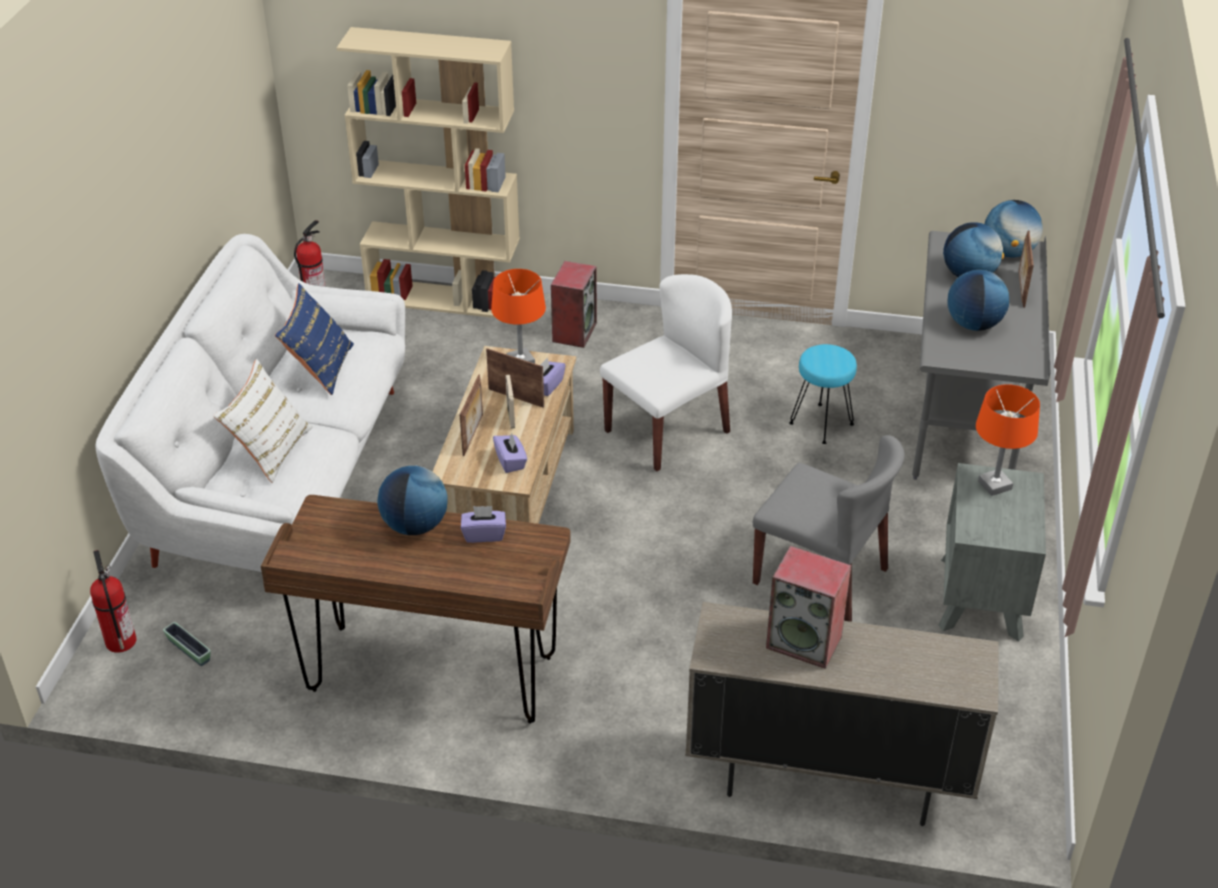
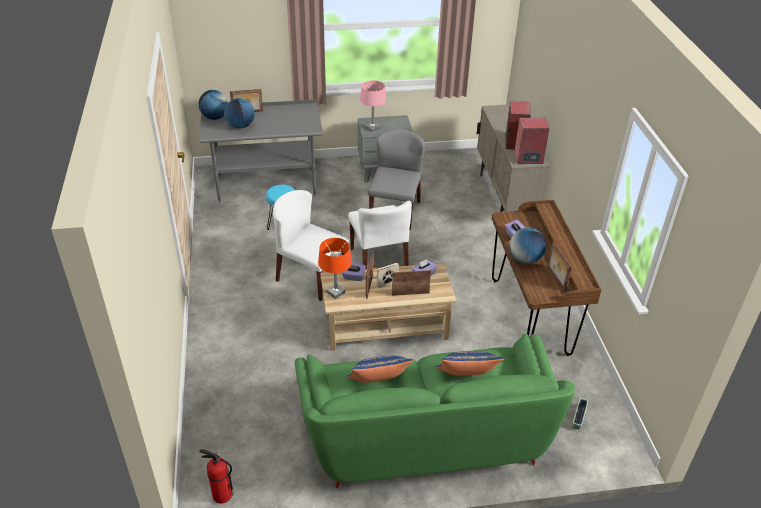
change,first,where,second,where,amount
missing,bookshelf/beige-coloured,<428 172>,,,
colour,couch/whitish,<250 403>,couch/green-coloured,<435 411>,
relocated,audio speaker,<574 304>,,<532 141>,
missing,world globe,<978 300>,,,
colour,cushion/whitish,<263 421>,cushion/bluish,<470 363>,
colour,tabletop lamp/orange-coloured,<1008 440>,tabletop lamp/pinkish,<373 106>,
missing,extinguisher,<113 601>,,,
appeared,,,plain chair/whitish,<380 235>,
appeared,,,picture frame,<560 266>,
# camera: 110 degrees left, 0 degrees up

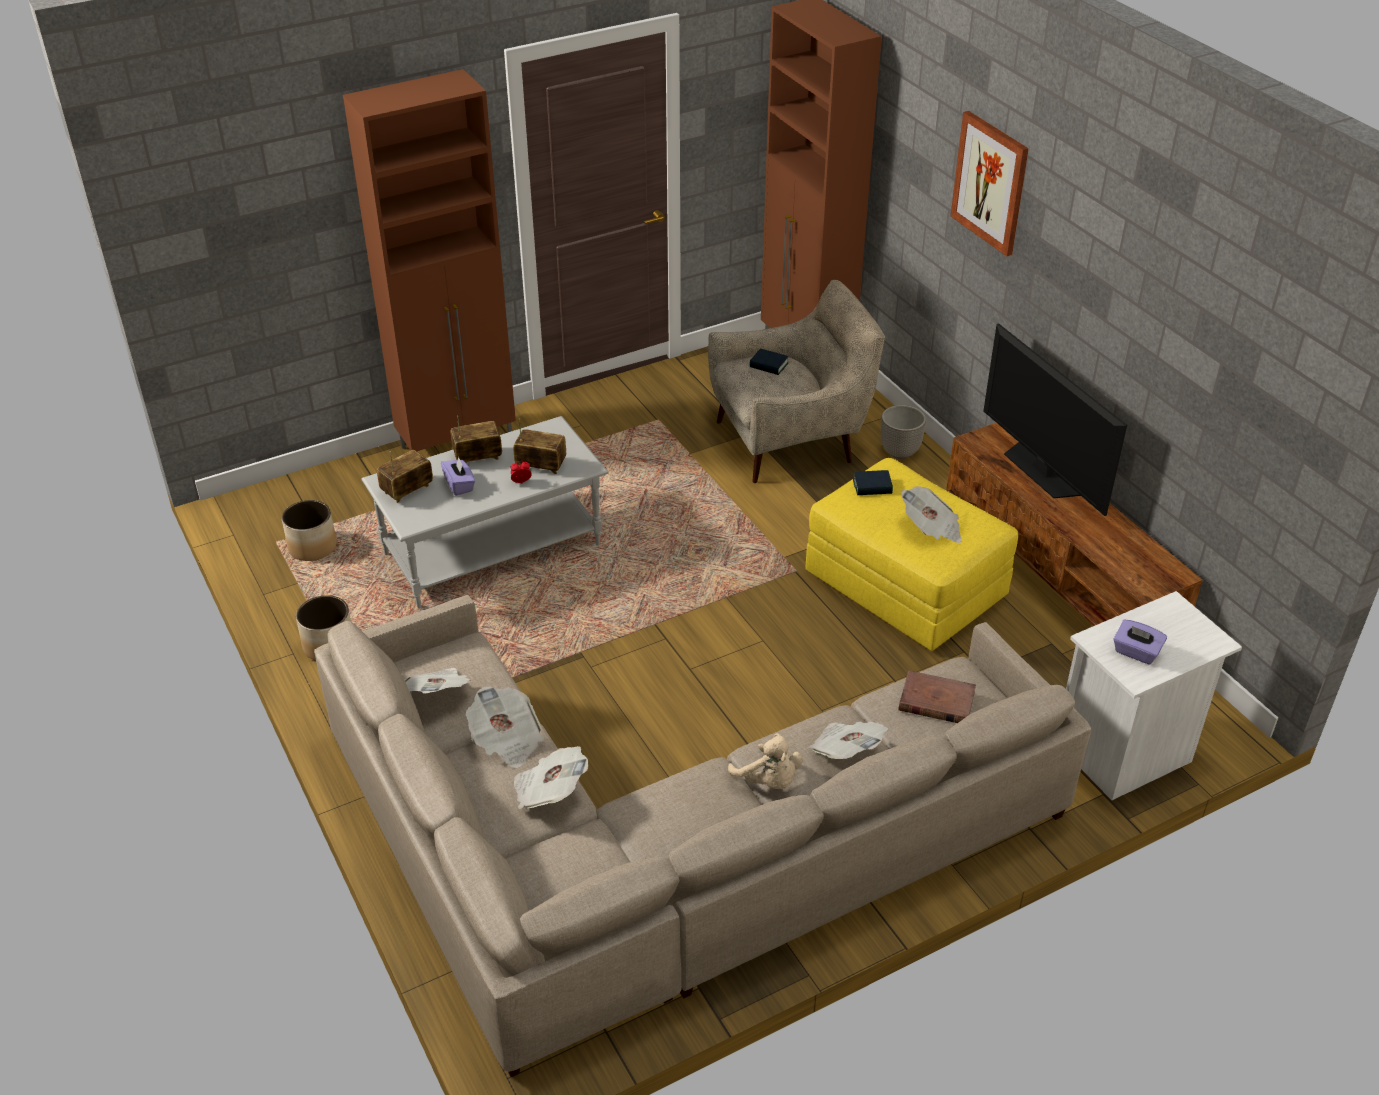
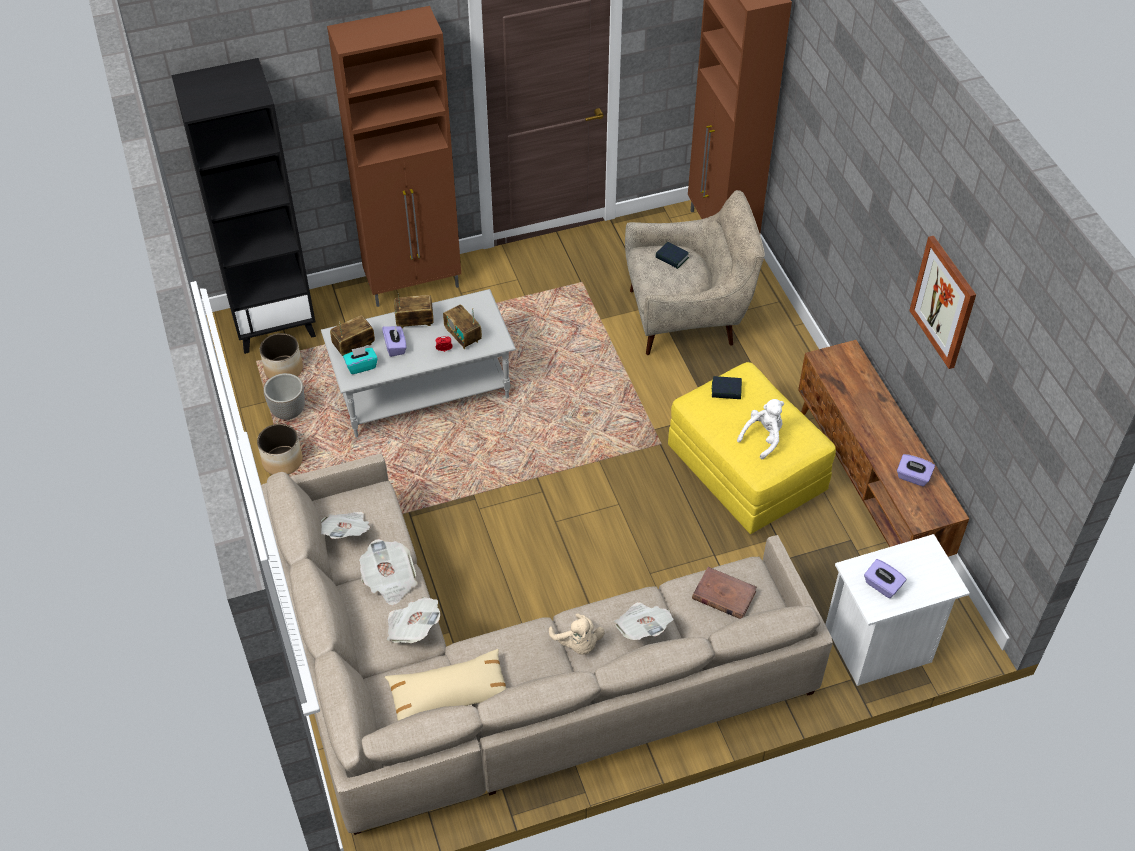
change,first,where,second,where,amount
relocated,wall picture,<990 183>,,<942 302>,
missing,TV set,<1055 419>,,,
relocated,flower pot,<903 432>,,<284 396>,
spun,radio receiver,<539 446>,,<462 326>,150 degrees counterclockwise
exchanged,printed paper,<931 514>,plush toy/whitish,<760 429>,
appeared,,,bookshelf/blackish,<243 206>,
appeared,,,box of tissues/turquoise-coloured,<360 360>,
appeared,,,box of tissues/purple-coloured,<916 470>,
appeared,,,cushion/beige-coloured,<446 684>,
# camera: 10 degrees right, 10 degrees up

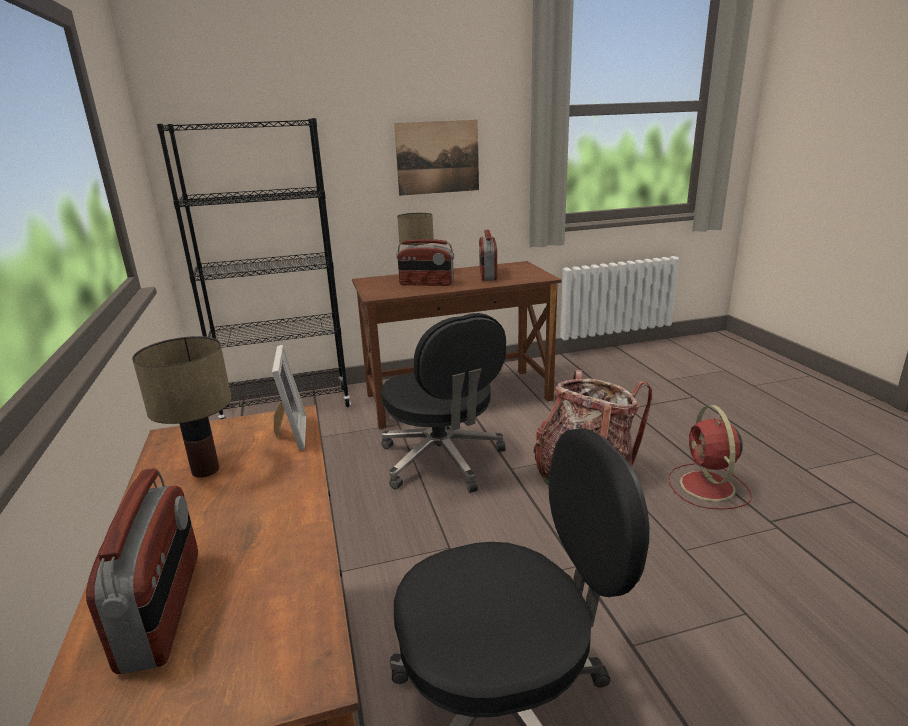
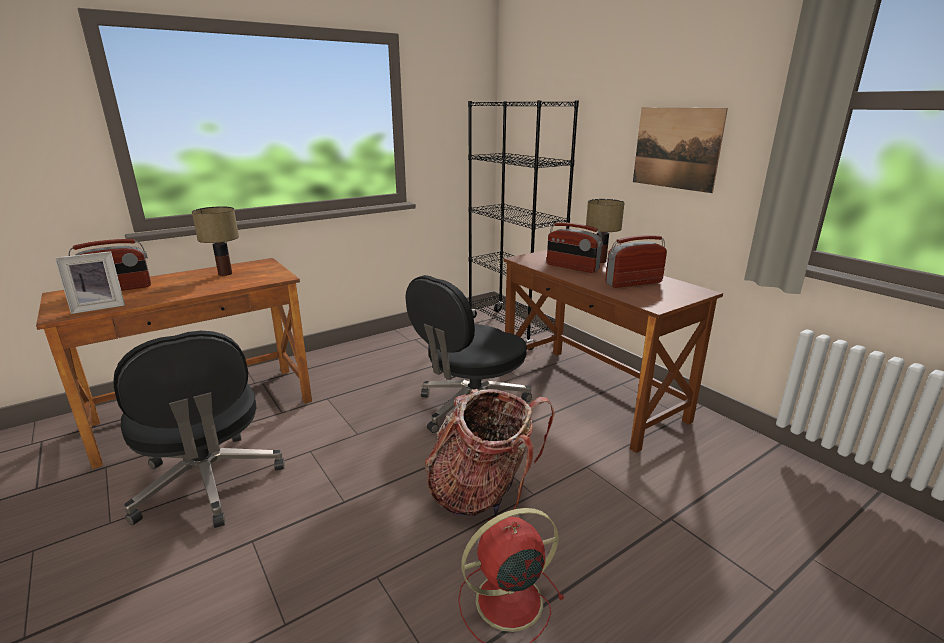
change,first,where,second,where,amount
spun,radio receiver,<425 262>,,<575 247>,45 degrees counterclockwise
relocated,picture frame,<289 397>,,<90 282>,
# camera: 70 degrees right, 0 degrees up

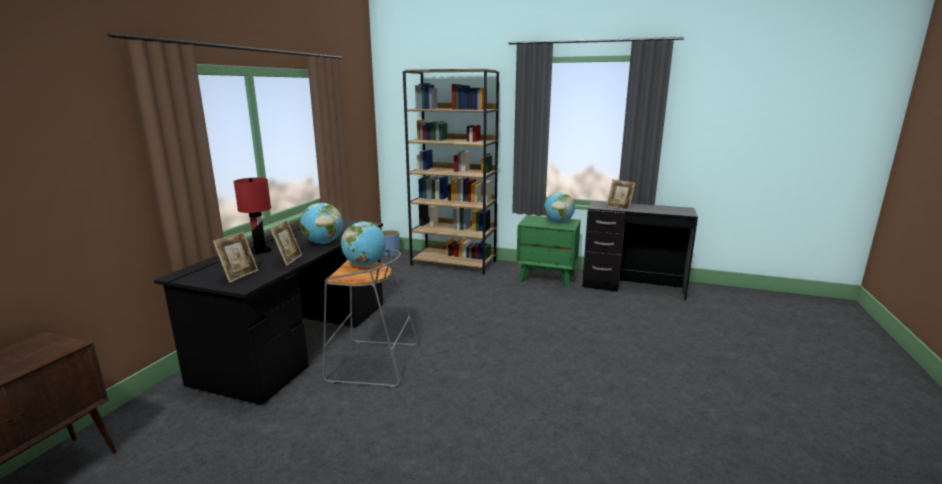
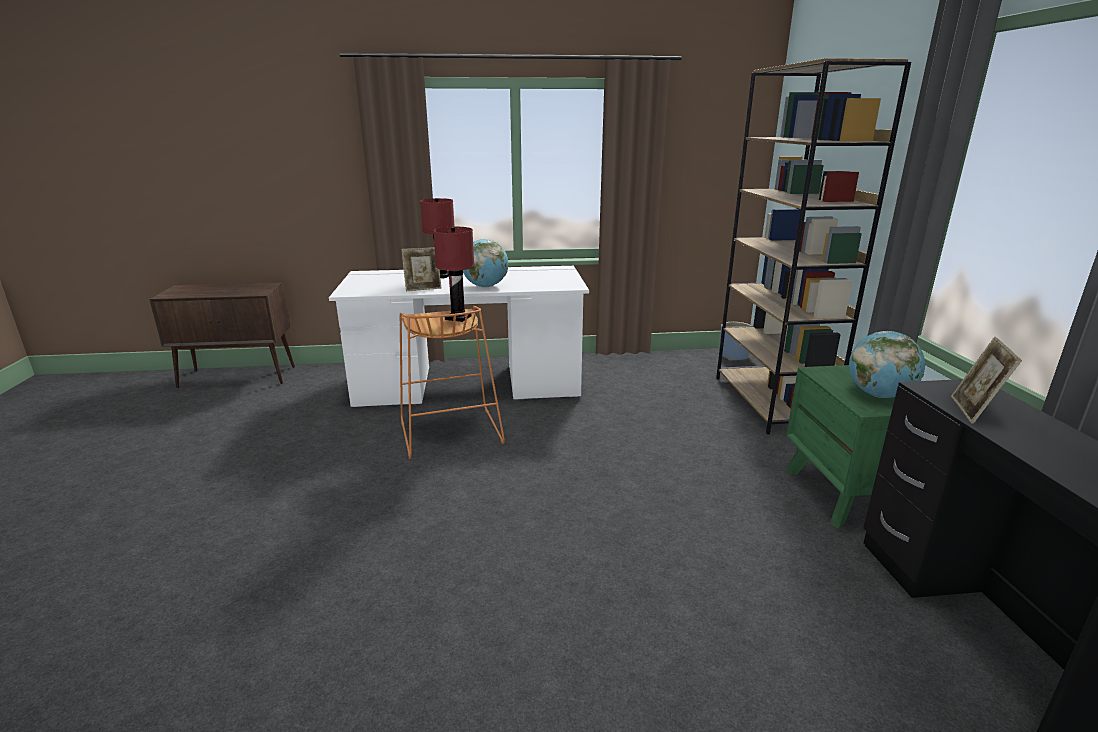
change,first,where,second,where,amount
colour,desk unit/blackish,<268 312>,desk unit/whitish,<459 336>,
exchanged,world globe,<363 243>,tabletop lamp/reddish,<454 274>,
missing,picture frame,<235 257>,,,
colour,stool/grey,<370 319>,stool/orange-coloured,<452 382>,
# camera: 65 degrees right, 5 degrees up

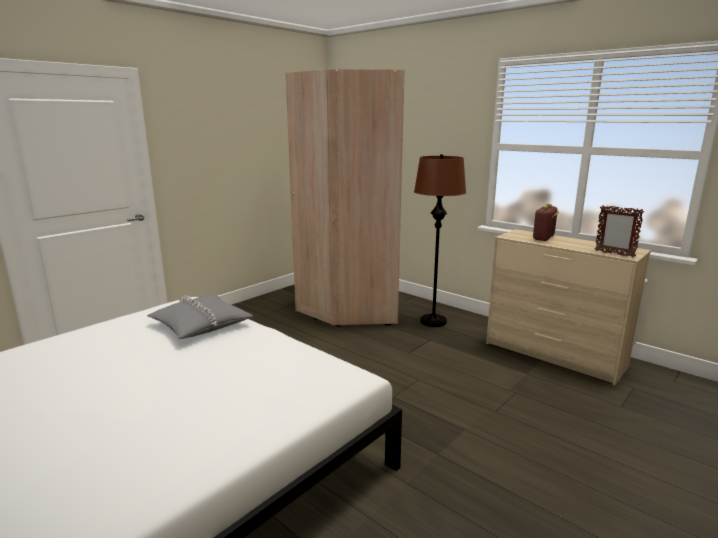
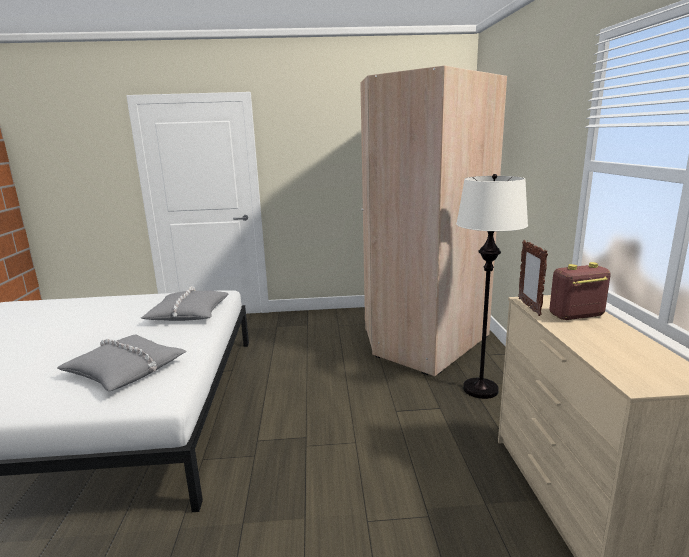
change,first,where,second,where,amount
colour,standard lamp/brownish,<440 240>,standard lamp/whitish,<492 286>,
relocated,picture frame,<619 231>,,<533 278>,
appeared,,,cushion/grey,<122 363>,
# camera: 45 degrees right, 0 degrees up

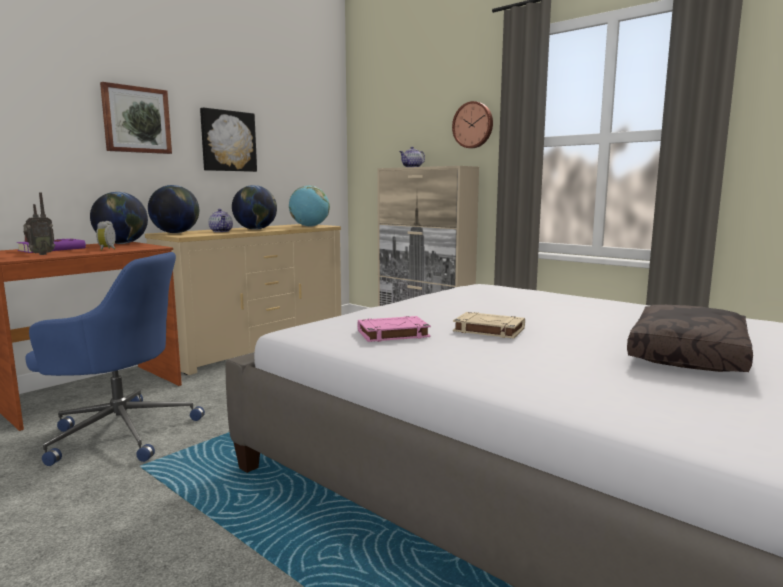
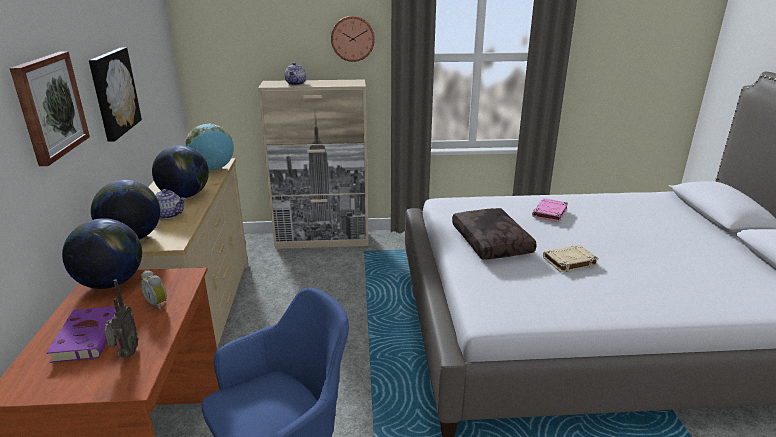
change,first,where,second,where,amount
relocated,cushion/brownish,<690 338>,,<494 234>,
relocated,book/pinkish,<394 329>,,<550 210>,
# camera: 45 degrees left, 15 degrees up

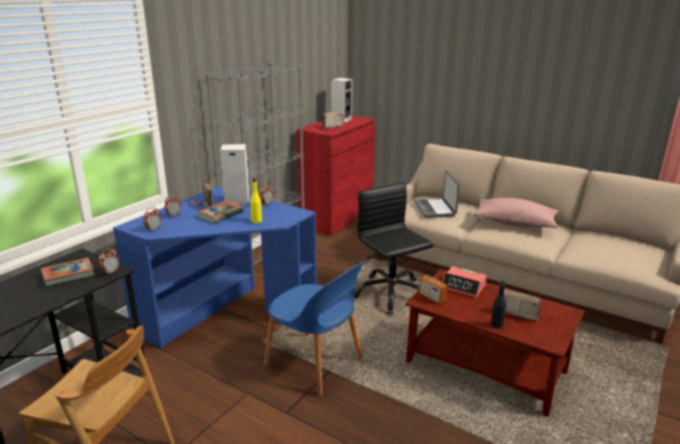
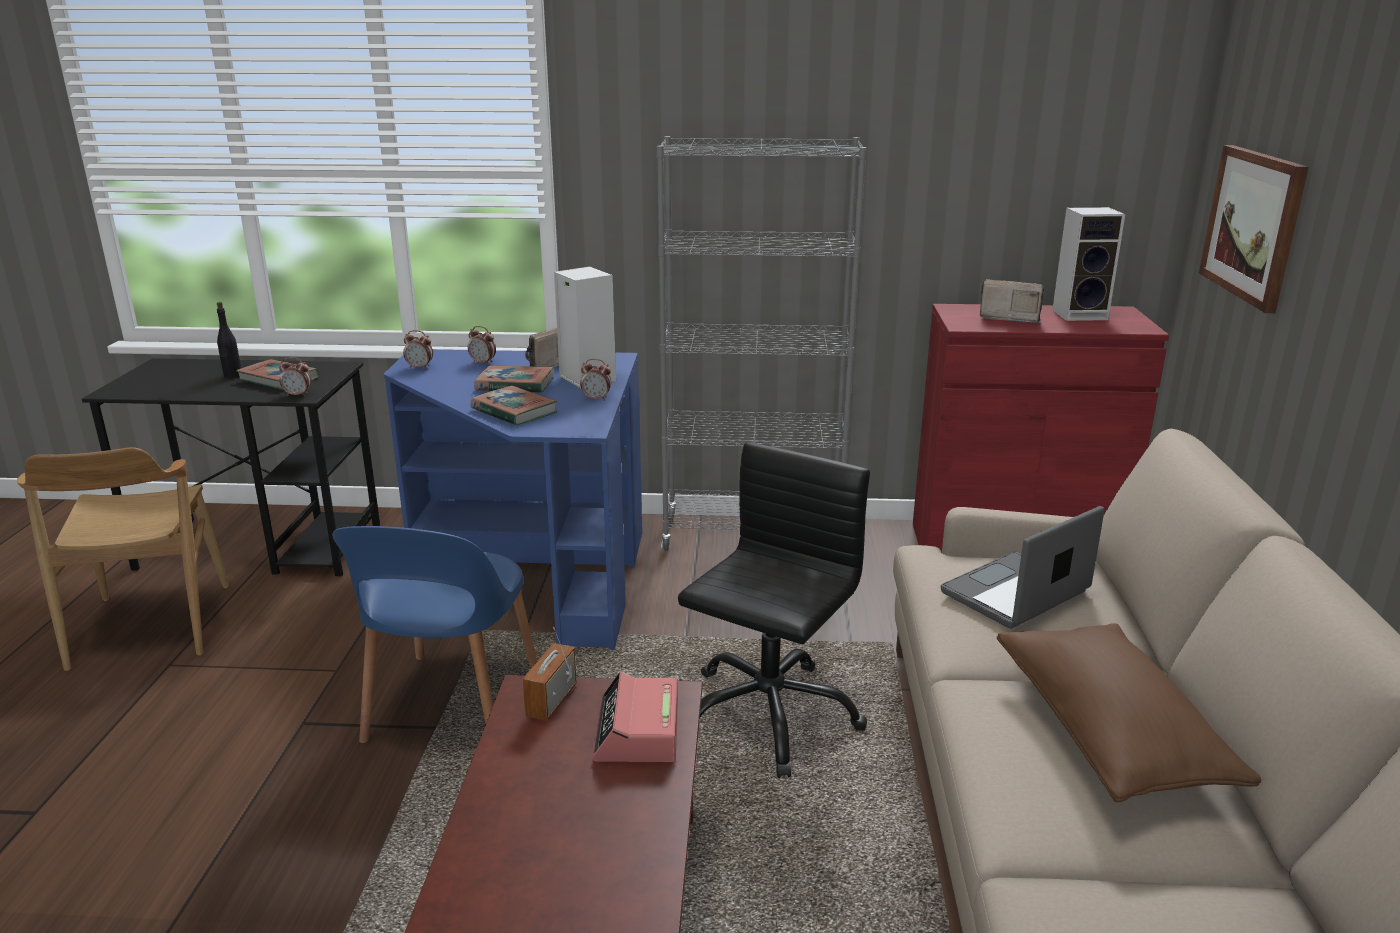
change,first,where,second,where,amount
exchanged,beverage bottle/yellow,<256 200>,book,<514 406>,
colour,cushion/pinkish,<515 213>,cushion/brownish,<1129 712>,
relocated,beverage bottle/blackish,<498 304>,,<229 340>,
missing,radio receiver,<522 305>,,,
appeared,,,wall picture,<1253 229>,
# camera: 60 degrees right, 0 degrees up

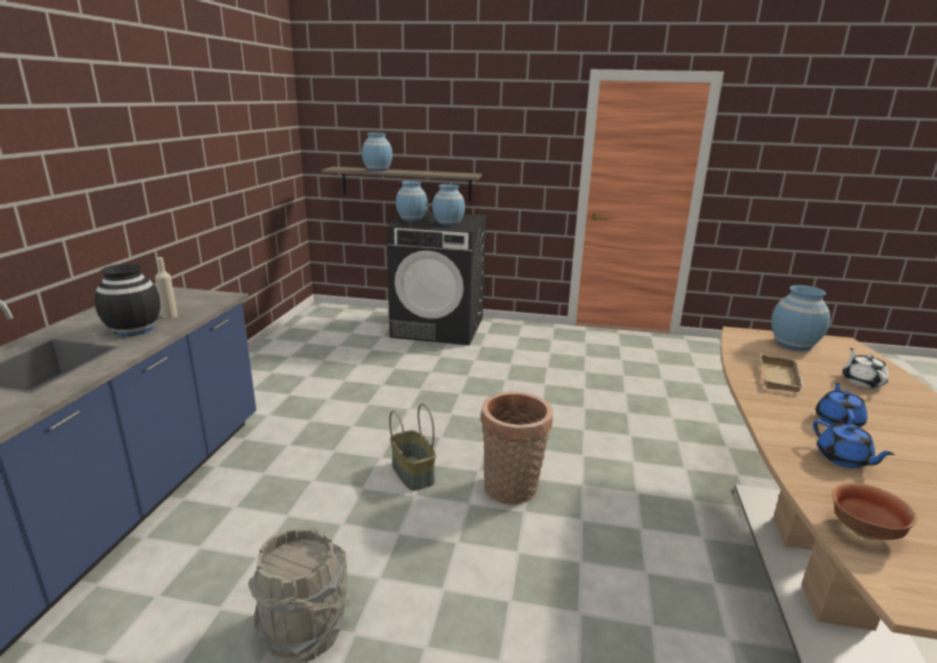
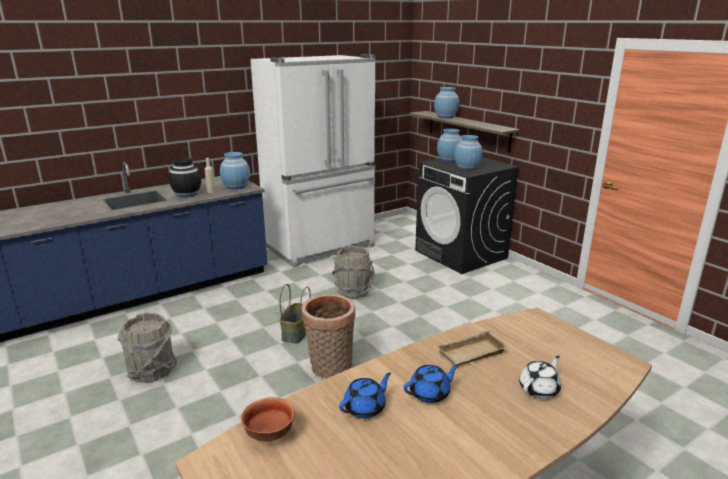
change,first,where,second,where,amount
relocated,vase/bluish,<800 318>,,<235 170>,
spun,pot for tea/bluish,<854 444>,,<365 395>,150 degrees counterclockwise
appeared,,,refrigerator/whitish,<313 161>,
appeared,,,bucket/grey,<353 272>,
# camera: 45 degrees right, 0 degrees up

